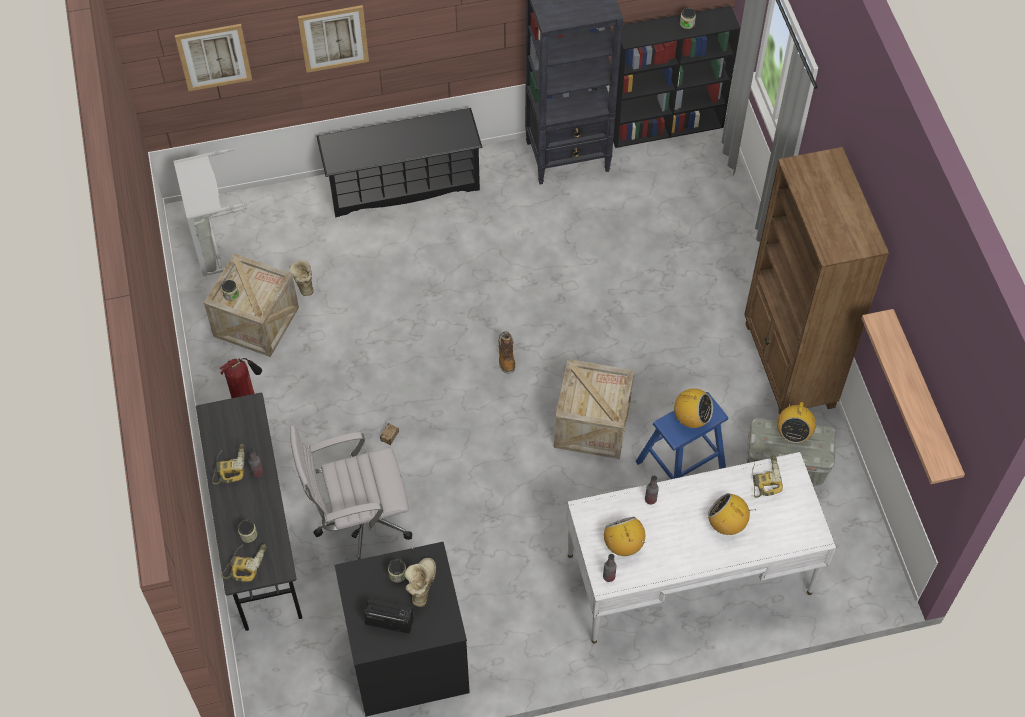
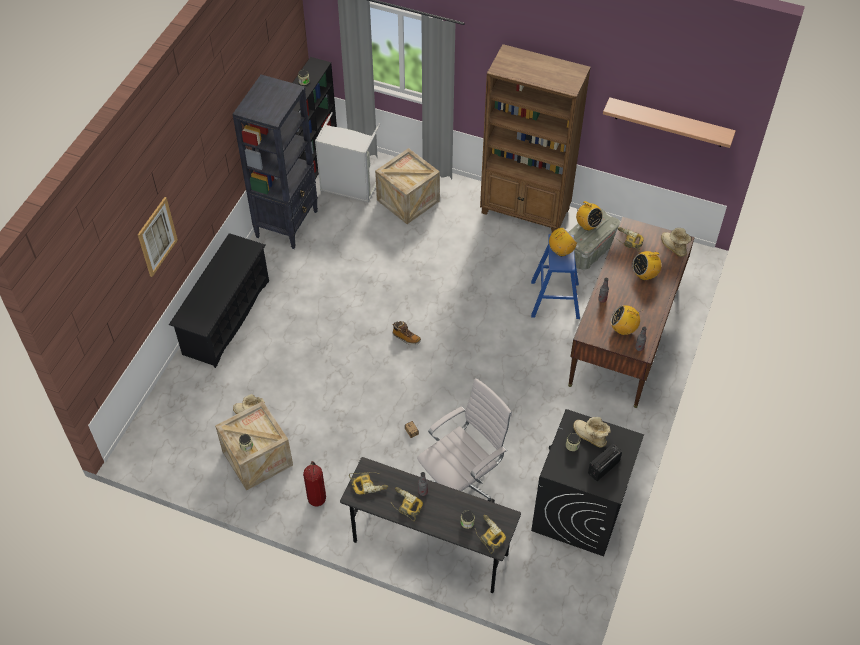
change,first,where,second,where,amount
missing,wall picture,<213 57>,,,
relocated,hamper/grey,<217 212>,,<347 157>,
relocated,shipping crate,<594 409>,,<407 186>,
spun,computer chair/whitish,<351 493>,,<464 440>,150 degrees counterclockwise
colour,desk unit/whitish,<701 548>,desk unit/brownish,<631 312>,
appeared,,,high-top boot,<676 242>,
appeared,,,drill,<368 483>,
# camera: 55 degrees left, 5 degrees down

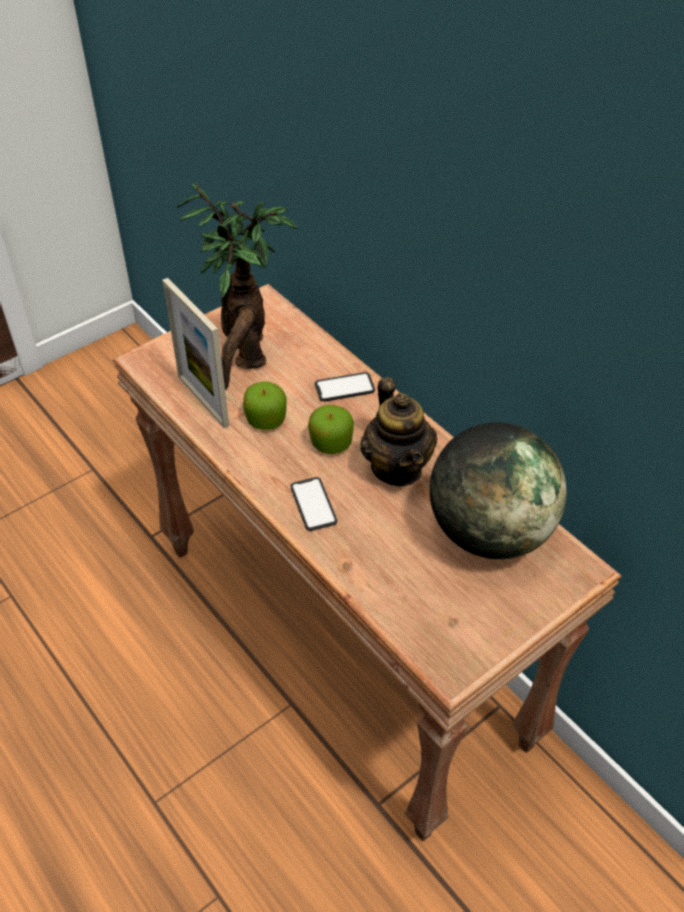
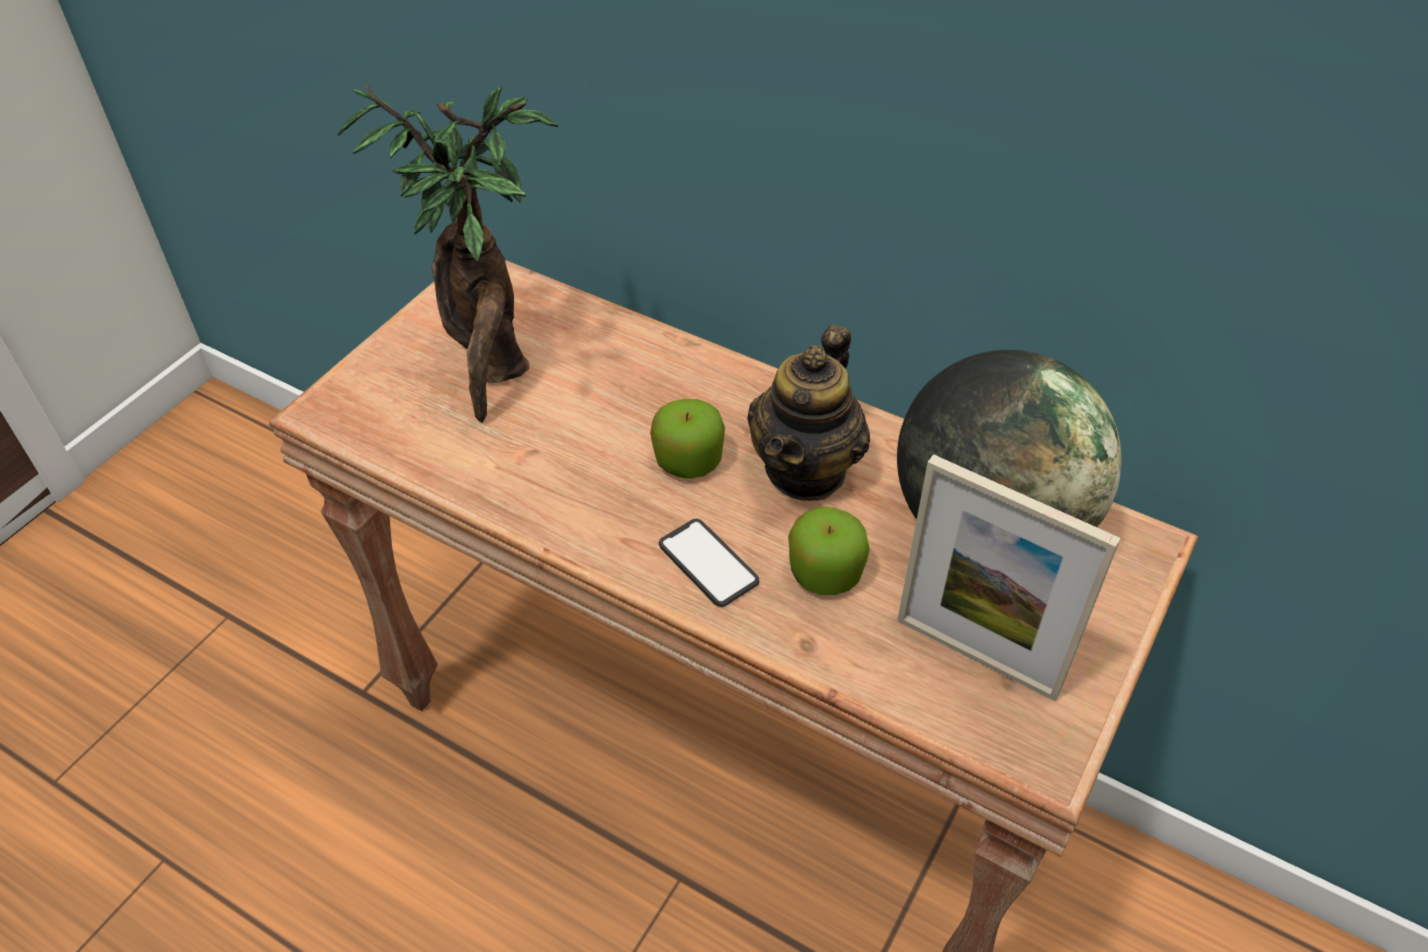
change,first,where,second,where,amount
relocated,picture frame,<195 353>,,<1009 577>,
missing,telephone,<345 386>,,,
spun,pot for tea,<398 431>,,<808 413>,60 degrees clockwise
relocated,whole apple,<265 405>,,<829 551>,
# camera: 20 degrees left, 0 degrees up

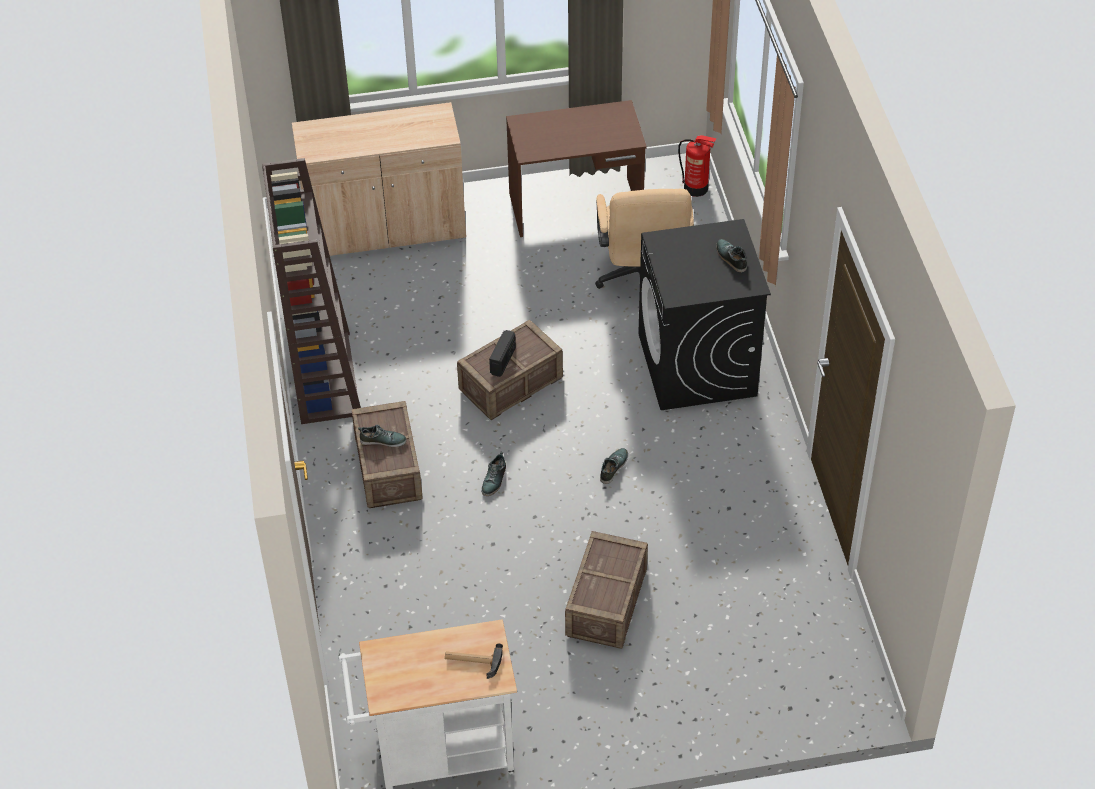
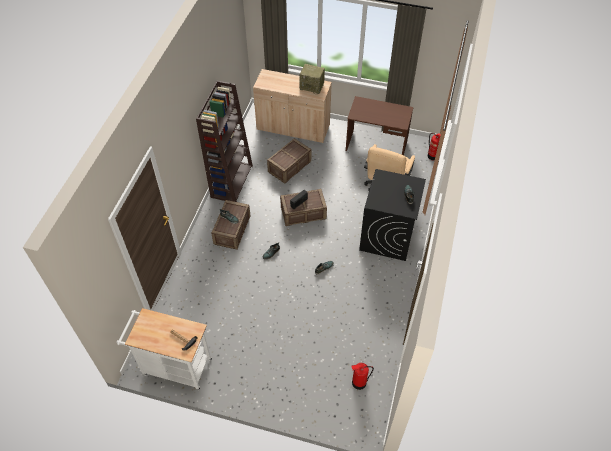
change,first,where,second,where,amount
relocated,shipping crate,<606 590>,,<289 161>,
appeared,,,radio receiver,<312 79>,
appeared,,,extinguisher,<362 376>,
# camera: 25 degrees right, 5 degrees up

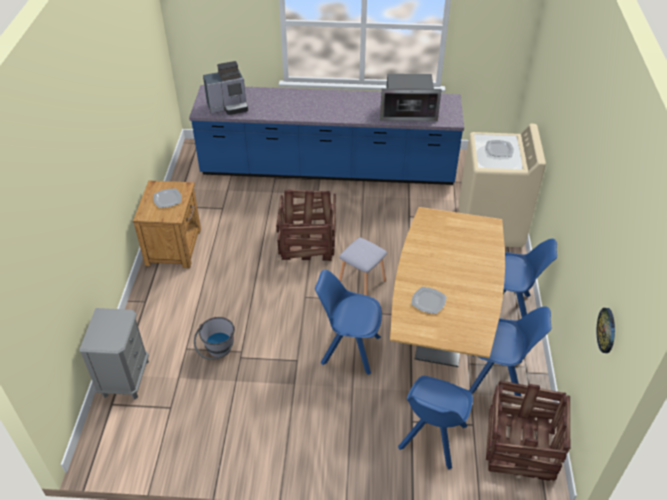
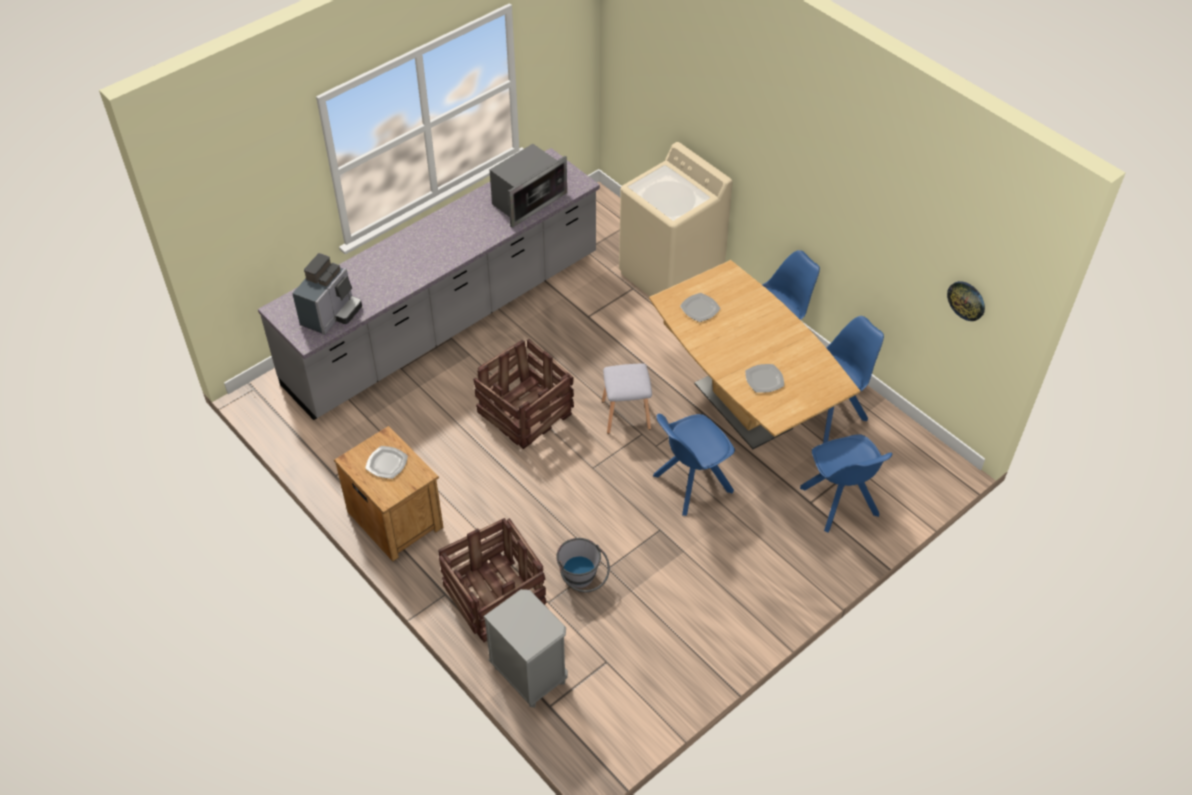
change,first,where,second,where,amount
colour,kitchen base unit/bluish,<326 135>,kitchen base unit/grey,<429 284>,
relocated,plate,<500 148>,,<700 307>,
relocated,shipping crate,<528 430>,,<492 580>,
# camera: 45 degrees left, 5 degrees up

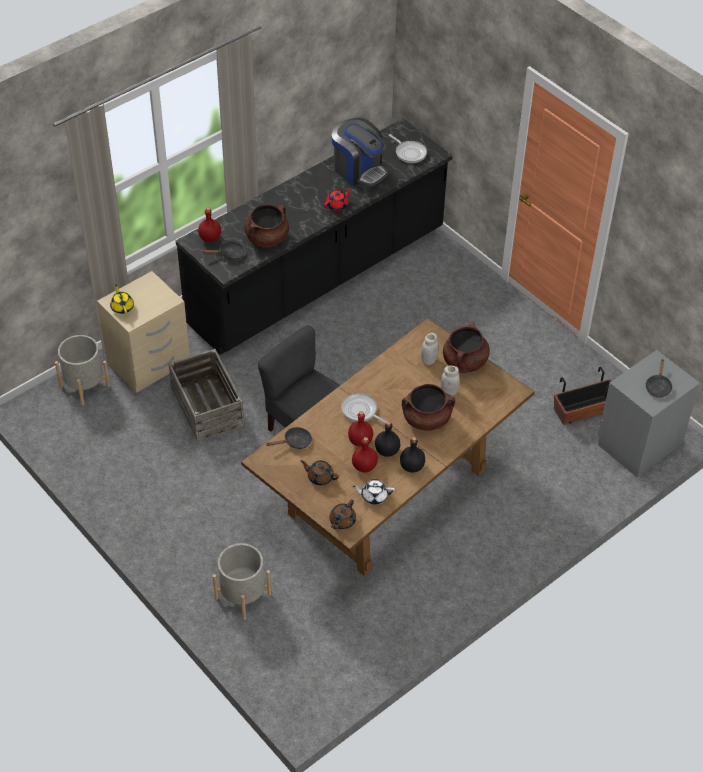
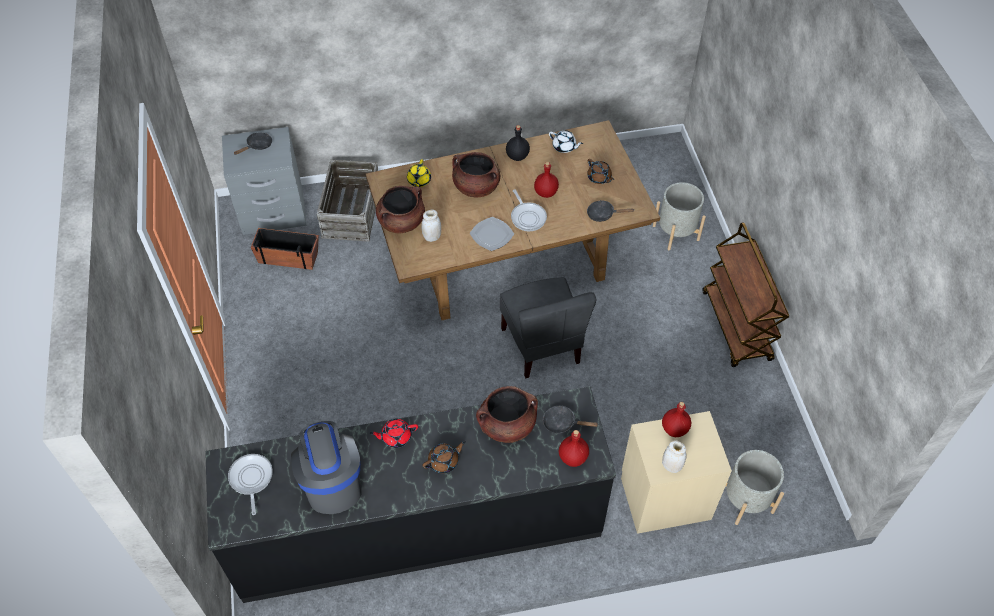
change,first,where,second,where,amount
relocated,pot for tea/yellow,<122 299>,,<419 173>,
relocated,shipping crate,<206 395>,,<347 201>,
relocated,storage jar/whitish,<450 381>,,<674 456>,
missing,beverage bottle/blackish,<387 439>,,,
relocated,beverage bottle/reddish,<365 454>,,<676 419>,
relocated,pot for tea/brownish,<342 514>,,<444 457>,
appeared,,,plate,<492 234>,
appeared,,,trolley/brownish,<745 294>,
# camera: 150 degrees left, 5 degrees up

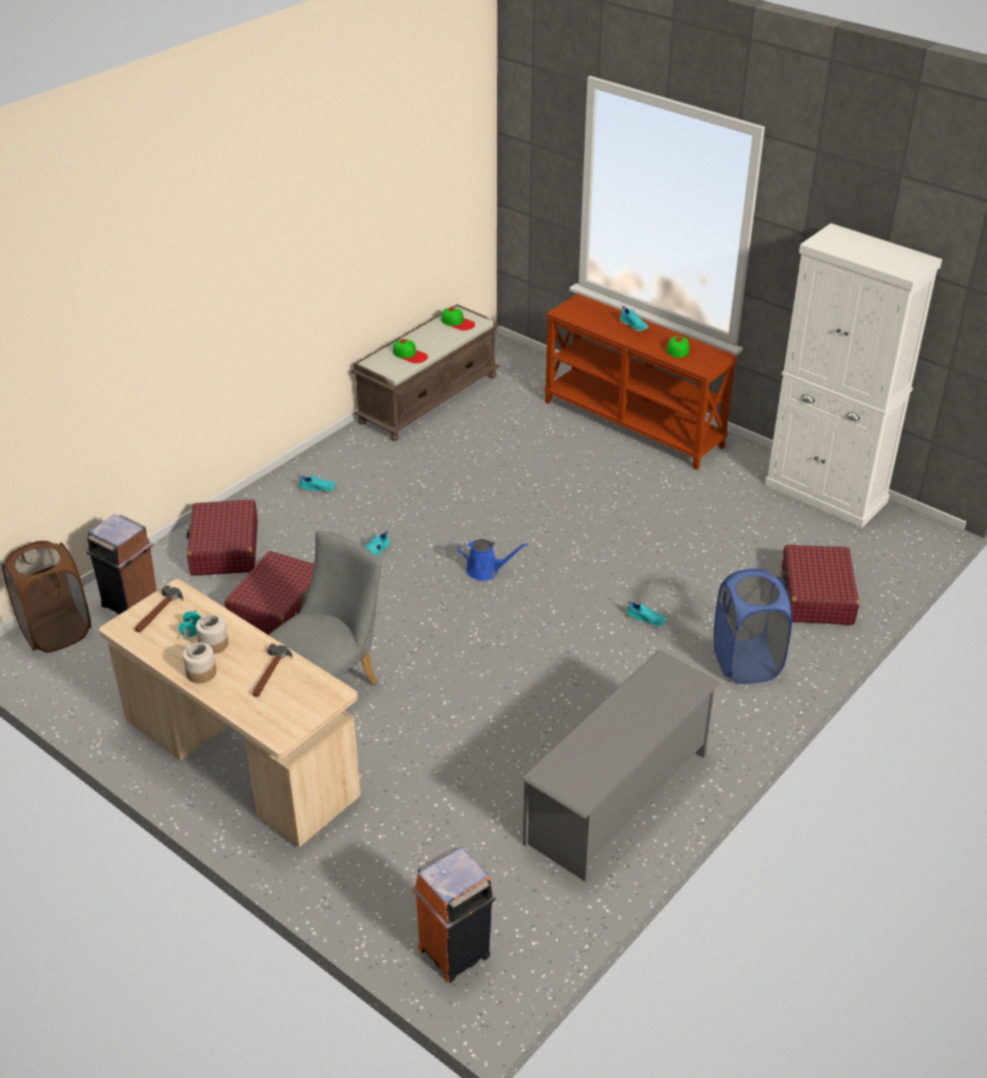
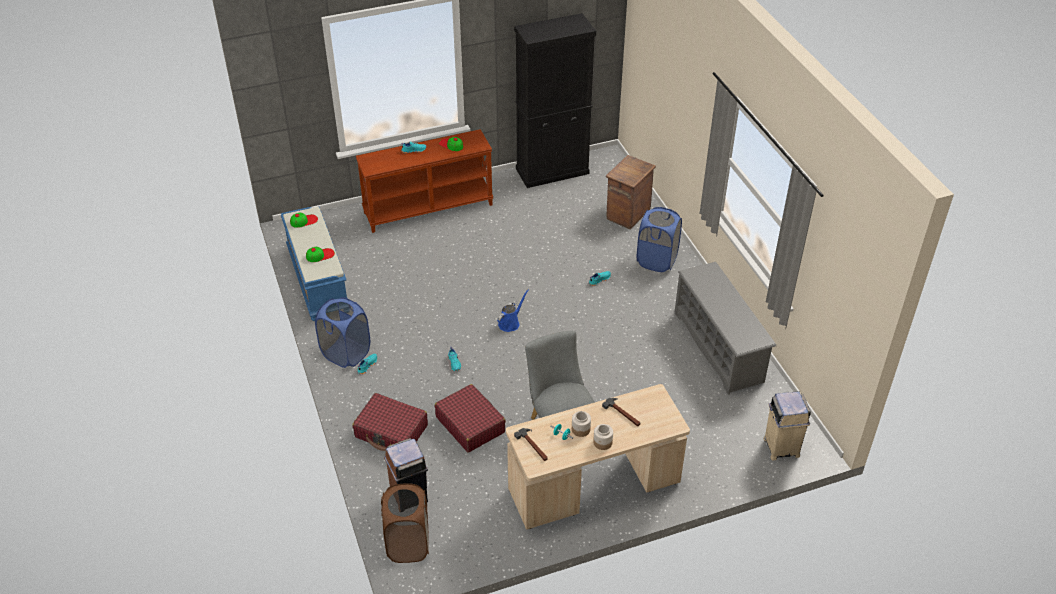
change,first,where,second,where,amount
colour,cabinet/whitish,<853 375>,cabinet/blackish,<555 100>,
colour,long seat/brownish,<425 372>,long seat/bluish,<314 264>,
exchanged,travel case/reddish,<820 585>,shipping crate,<631 192>,
colour,trash can/orange-coloured,<454 915>,trash can/beige-coloured,<787 426>,
appeared,,,hamper/bluish,<342 332>,
# camera: 60 degrees left, 5 degrees up

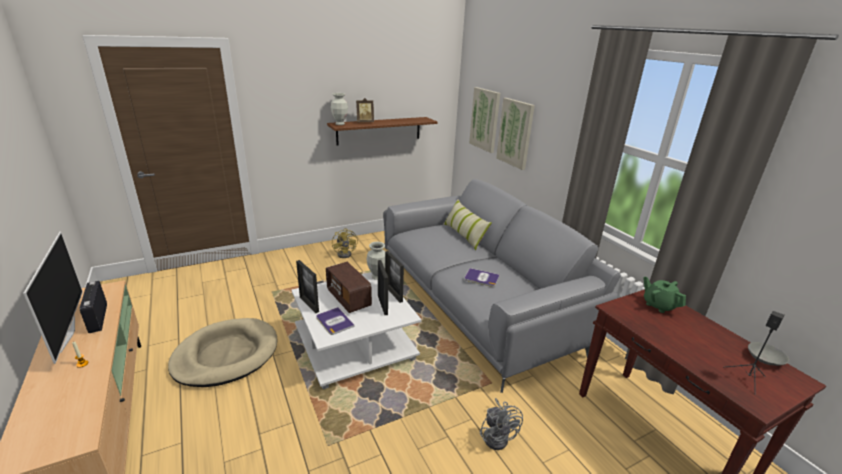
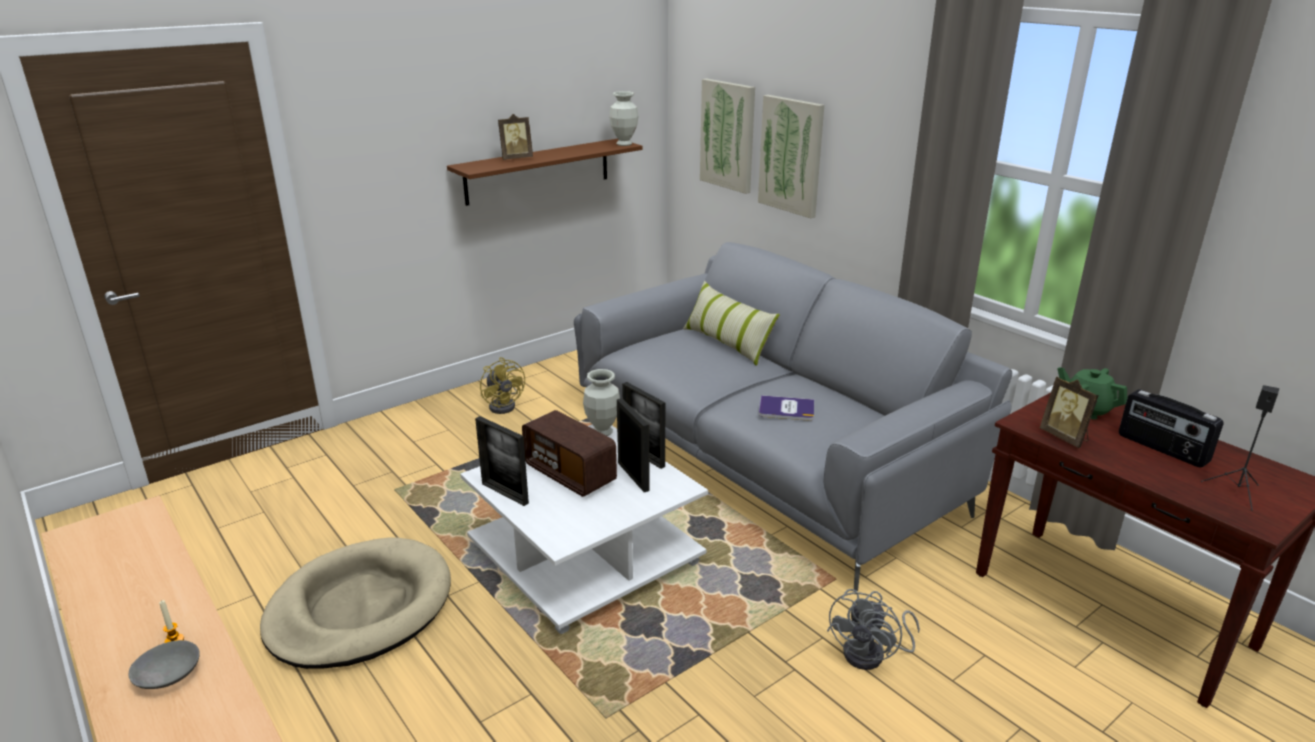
change,first,where,second,where,amount
relocated,vase,<339 109>,,<623 118>,
missing,TV set,<53 297>,,,
relocated,radio receiver,<93 307>,,<1171 428>,
missing,book,<336 321>,,,
relocated,bowl/grey,<768 354>,,<164 664>,
spun,fan/grey,<501 424>,,<873 629>,60 degrees clockwise
appeared,,,picture frame,<1069 412>,
# camera: 10 degrees left, 0 degrees up

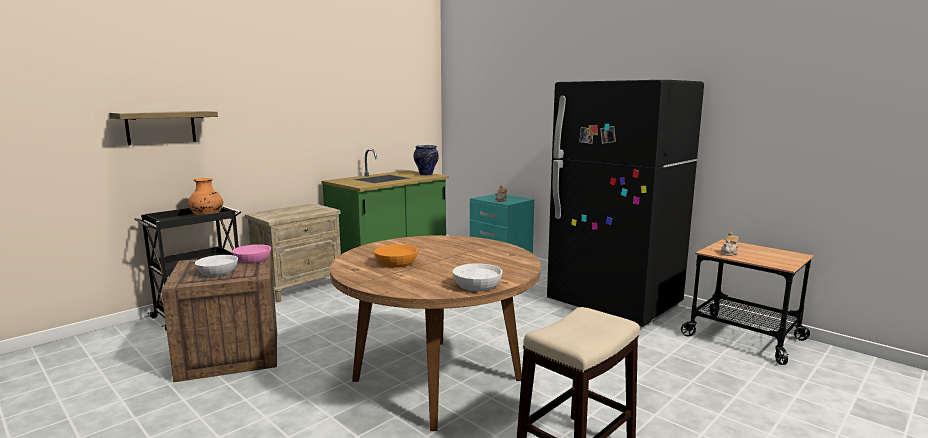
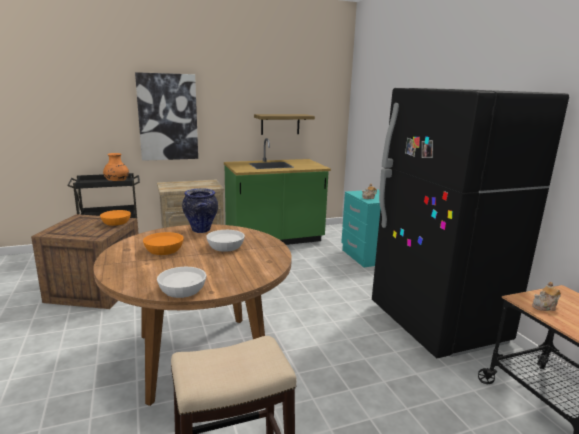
change,first,where,second,where,amount
relocated,shelf,<163 128>,,<284 124>,
relocated,vase,<426 160>,,<200 210>,
colour,bowl/pinkish,<251 254>,bowl/orange-coloured,<115 218>,
relocated,bowl/whitish,<216 265>,,<225 241>,
appeared,,,wall picture,<166 116>,
# camera: 25 degrees right, 5 degrees up

